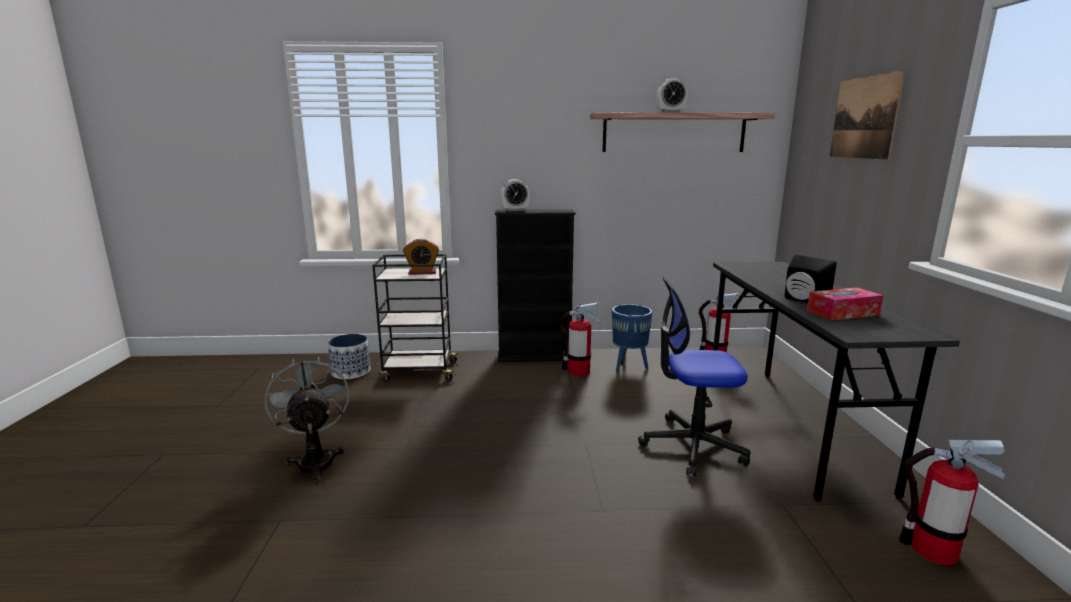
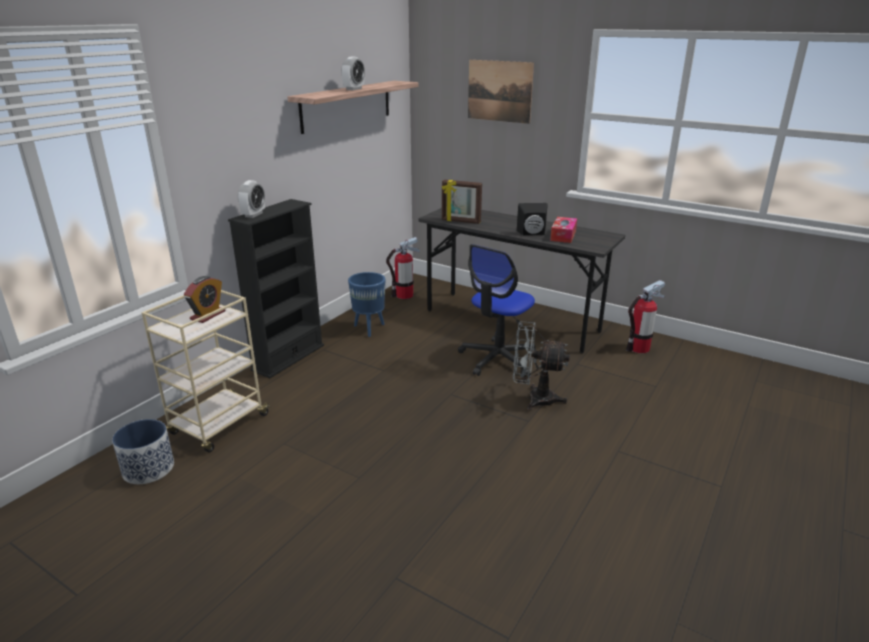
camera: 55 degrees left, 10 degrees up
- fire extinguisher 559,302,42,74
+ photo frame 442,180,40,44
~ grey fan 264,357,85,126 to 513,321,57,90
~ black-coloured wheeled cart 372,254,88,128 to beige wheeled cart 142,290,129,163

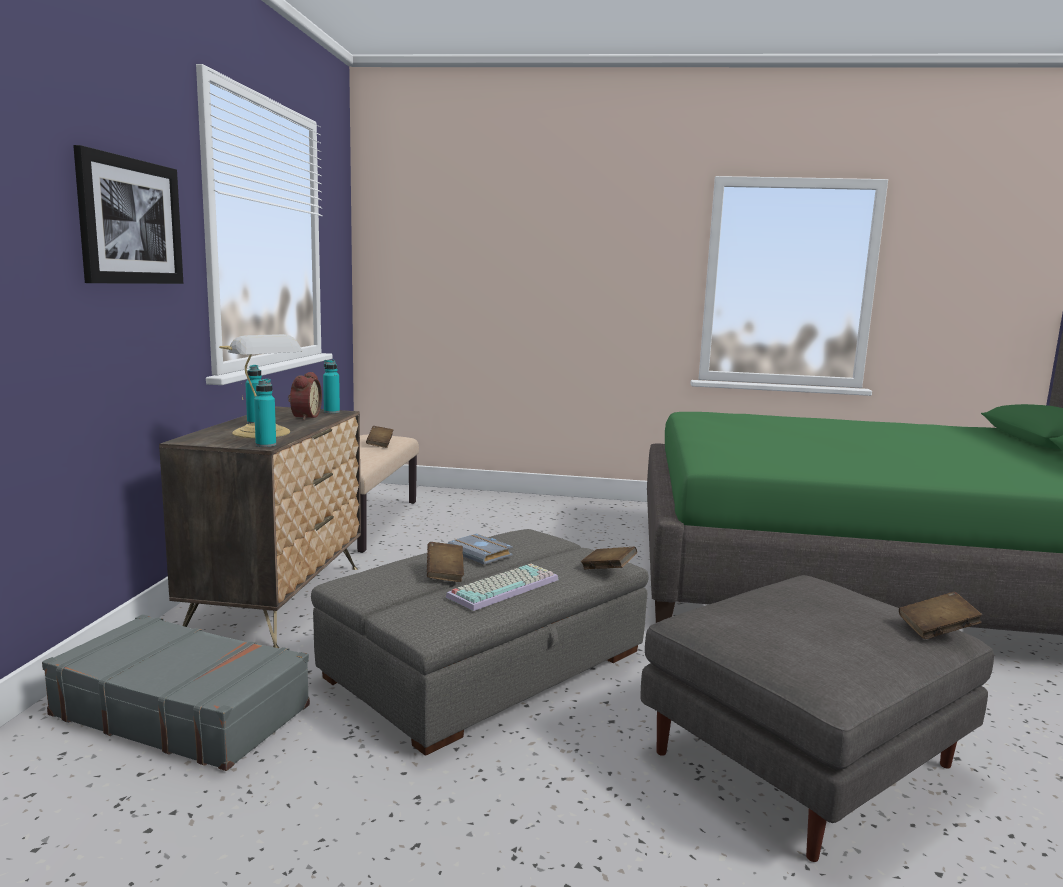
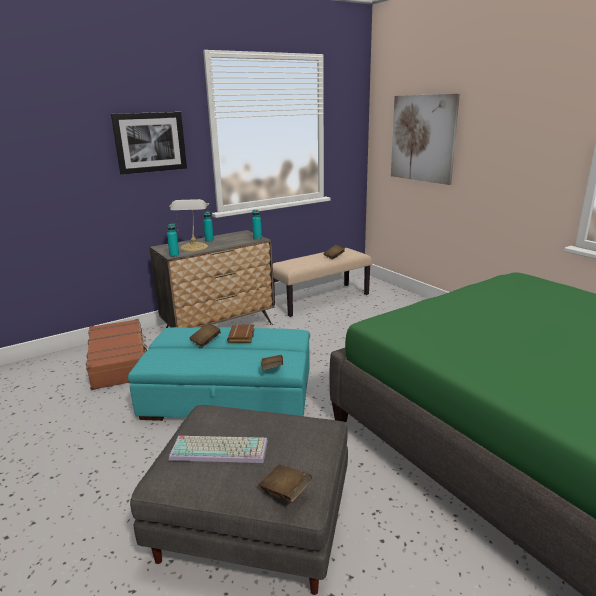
camera: 50 degrees right, 10 degrees up
- alarm clock 288,372,34,48
+ picture 391,94,69,91
~ computer keyboard 446,564,112,47 to 169,436,99,27
~ grey travel case 42,614,268,157 to brownish travel case 86,319,62,71
~ grey ottoman 311,529,338,227 to turquoise ottoman 128,327,182,94
~ grey volume 447,533,66,32 to brownish volume 227,325,28,18

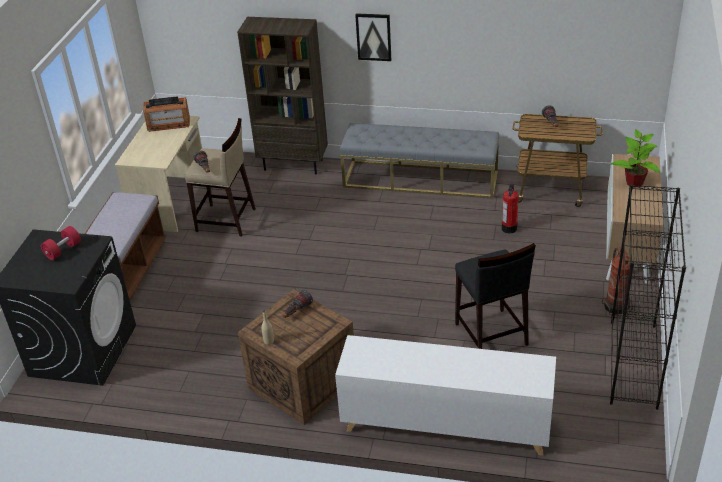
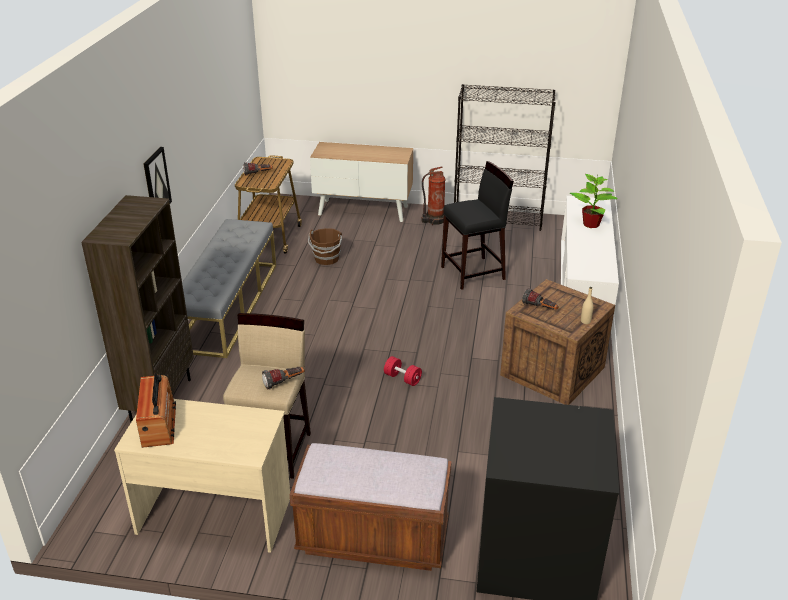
camera: 95 degrees left, 5 degrees down
~ reddish hand weight 41,226,40,34 to 384,356,38,30
~ potted plant 611,129,49,58 to 570,174,48,54
~ fire extinguisher 502,184,17,50 to brownish pail 308,228,34,37

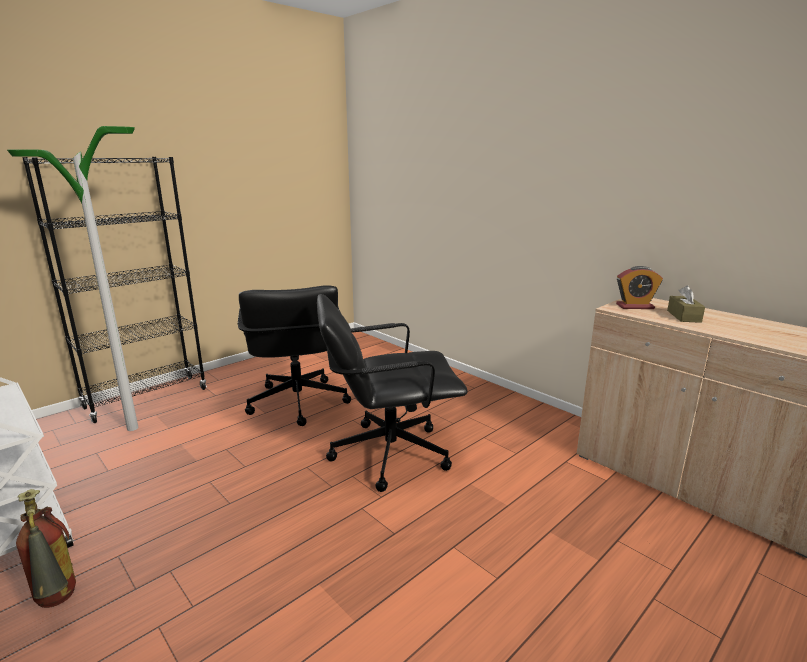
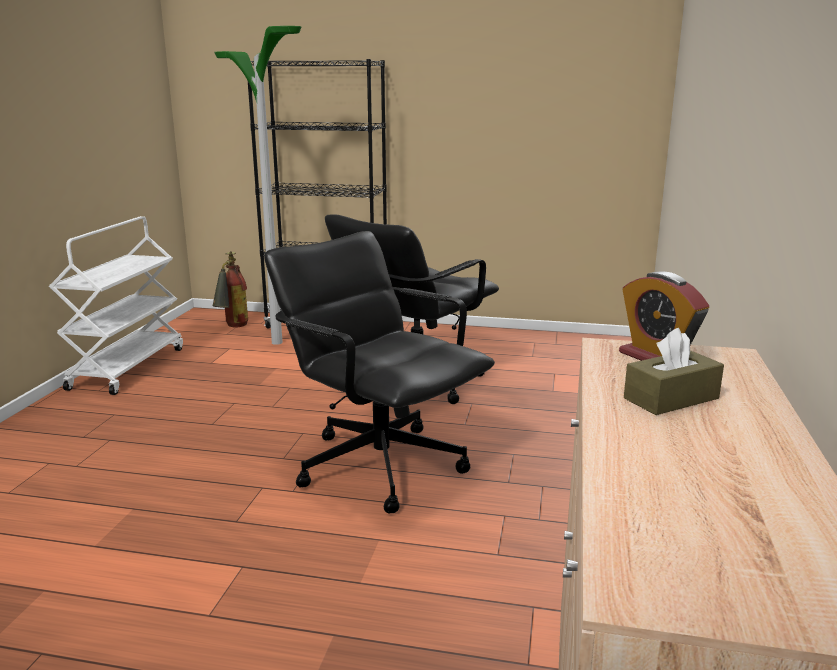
camera: 55 degrees right, 0 degrees up
~ fire extinguisher 16,489,60,119 to 212,251,36,76

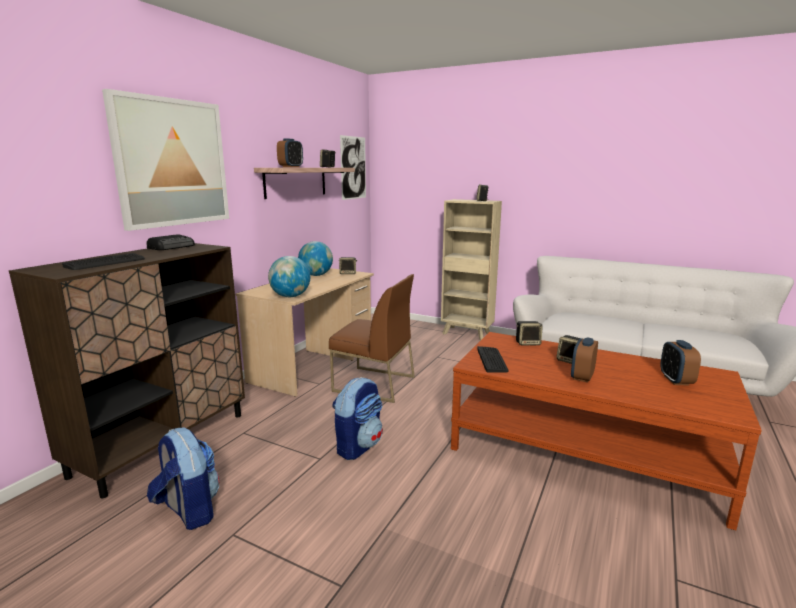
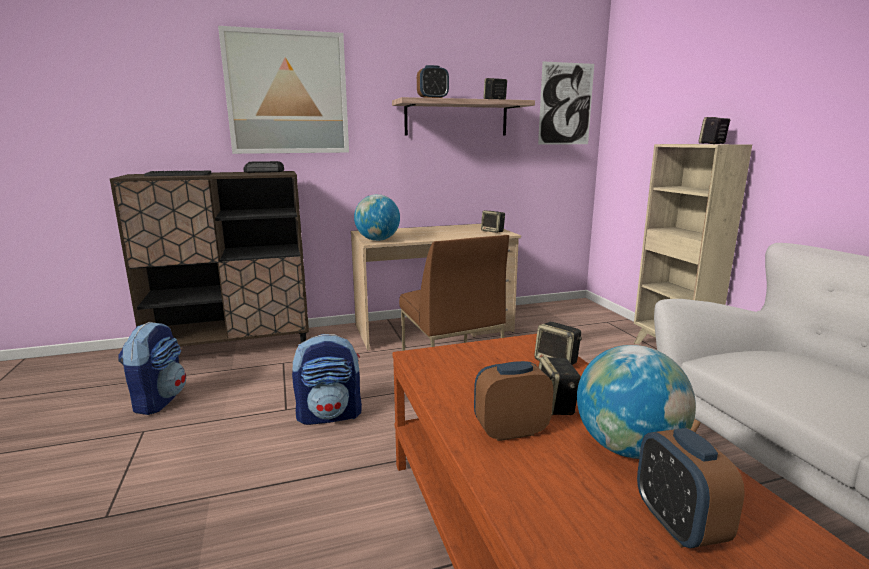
camera: 45 degrees right, 0 degrees up
- computer keyboard 477,346,32,27
~ world globe 298,241,35,35 to 577,345,119,114
~ alarm clock 660,340,41,45 = 637,428,108,120 60 degrees counterclockwise

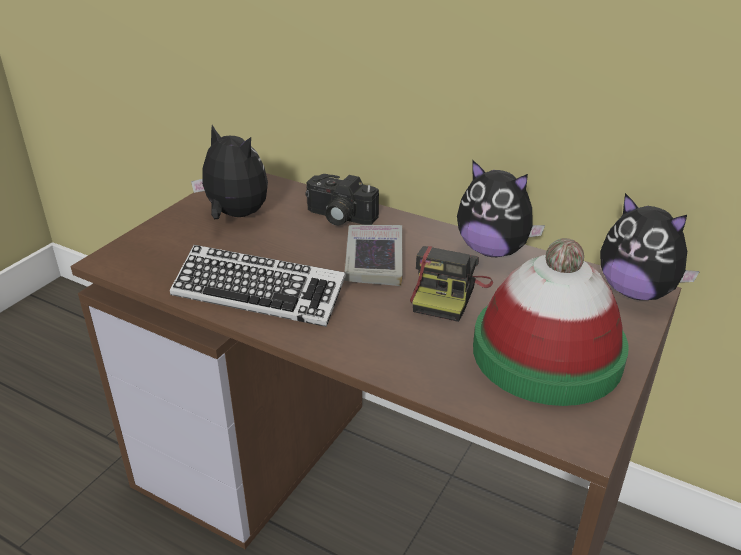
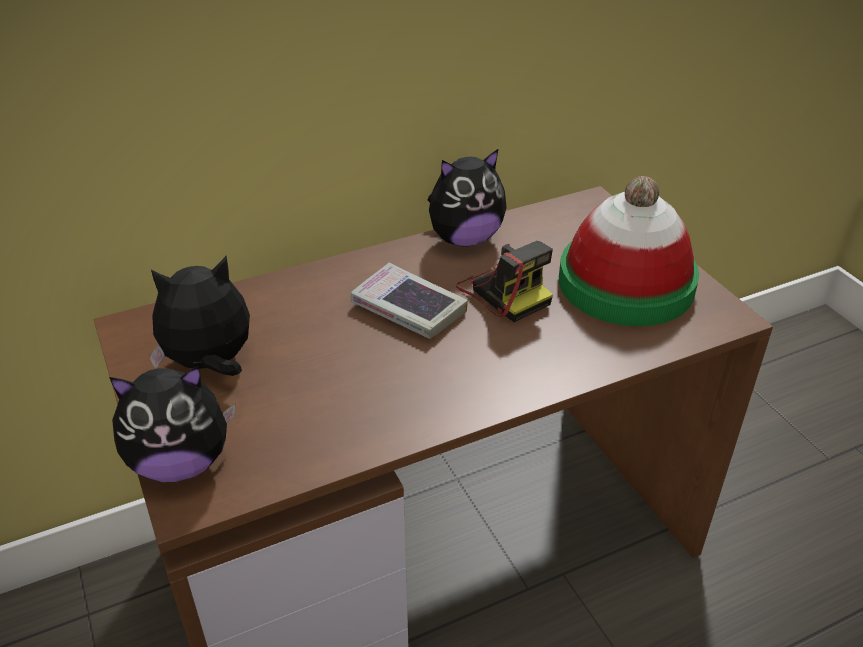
camera: 55 degrees left, 5 degrees up
- computer keyboard 170,245,176,82
- still camera 306,174,73,52
~ cuddly toy 600,193,100,107 to 109,366,126,116

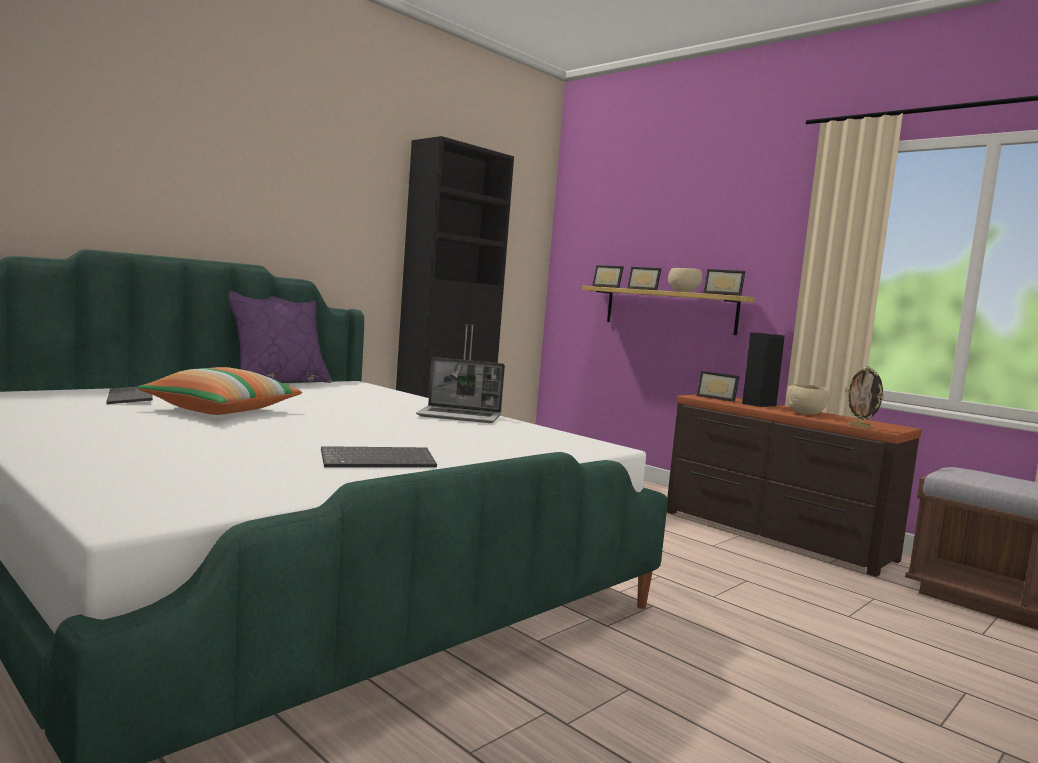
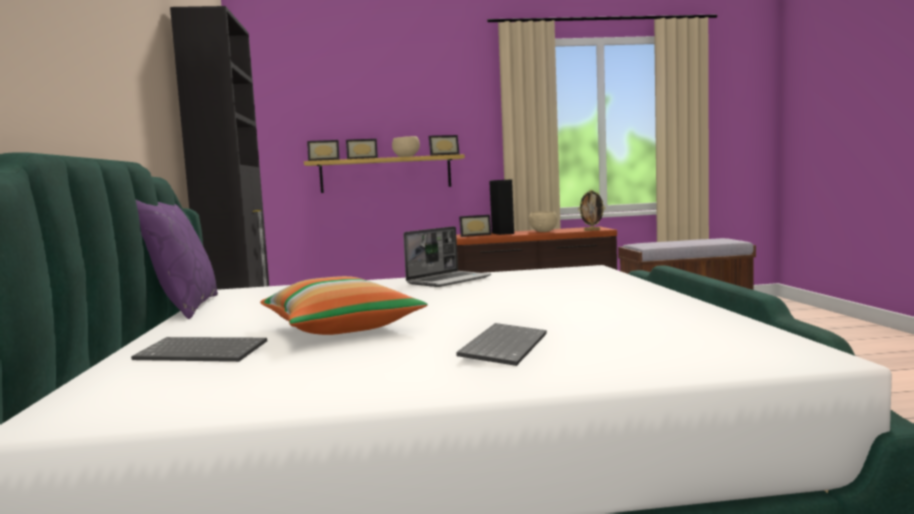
camera: 50 degrees left, 0 degrees up
~ computer keyboard 321,446,116,22 to 456,323,91,43

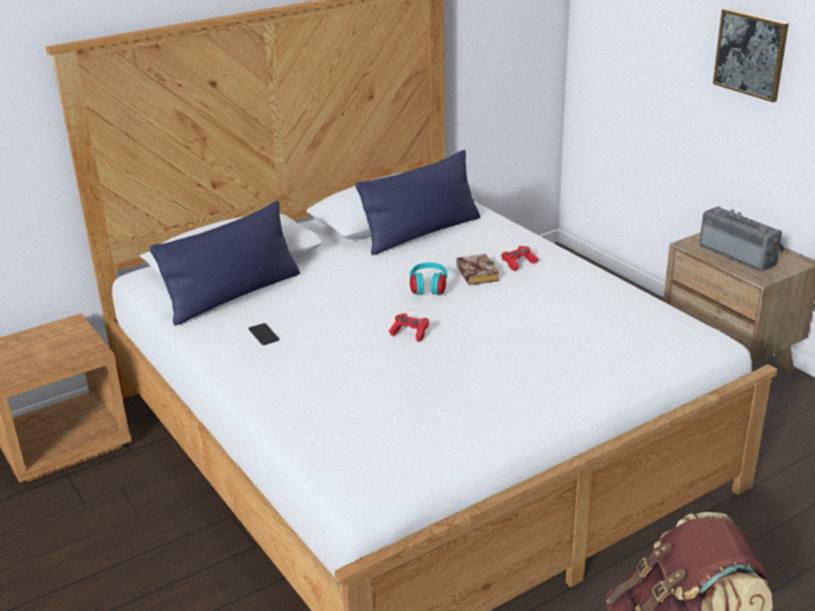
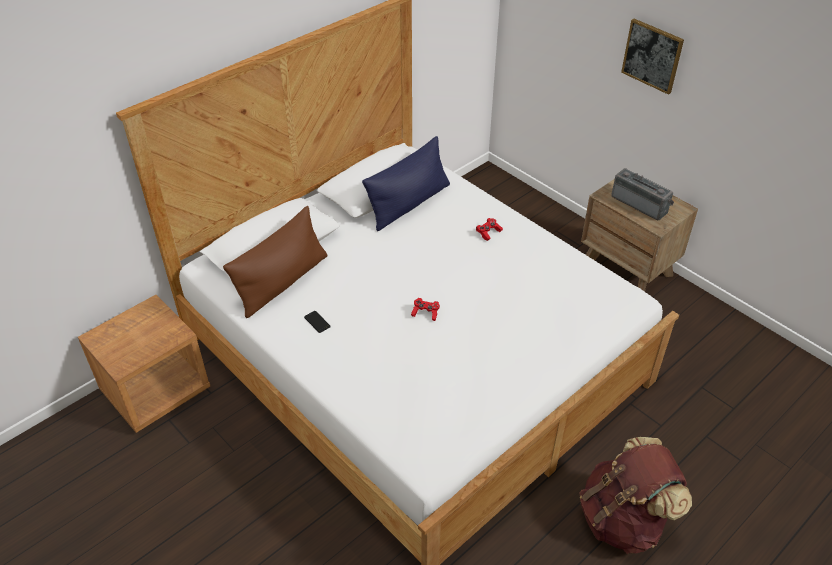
camera: 10 degrees left, 15 degrees up
- turquoise headset 410,262,37,33
- volume 456,254,43,31
~ bluish pillow 150,201,150,125 to brownish pillow 223,206,104,112

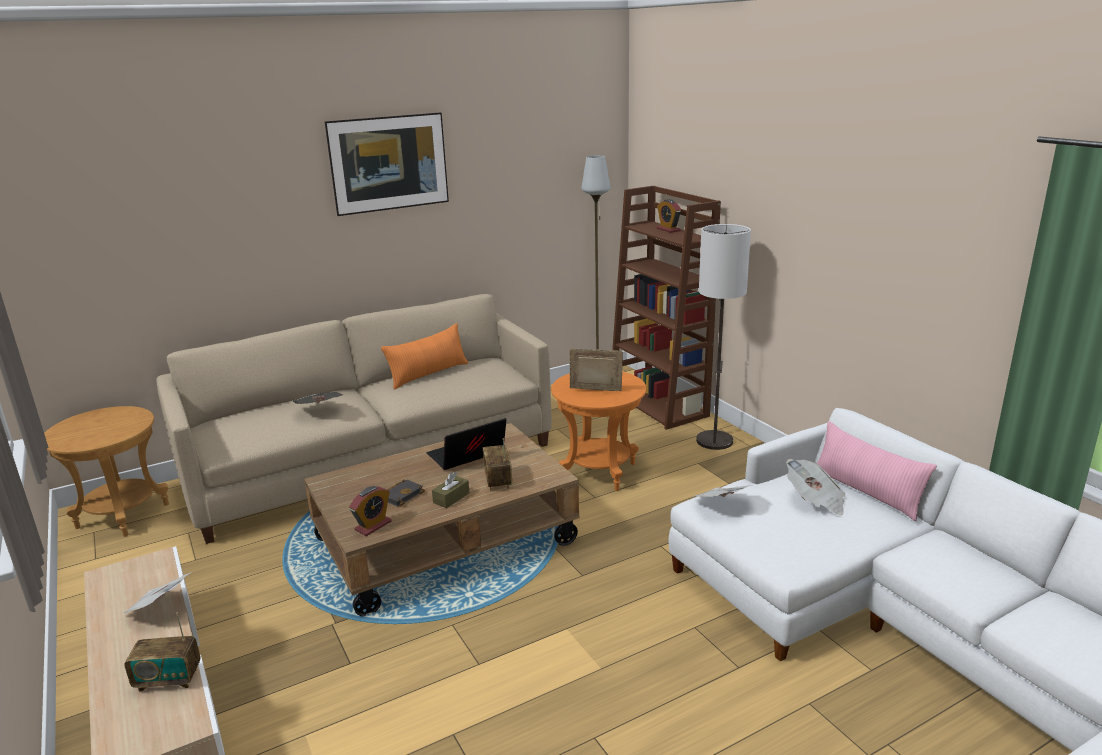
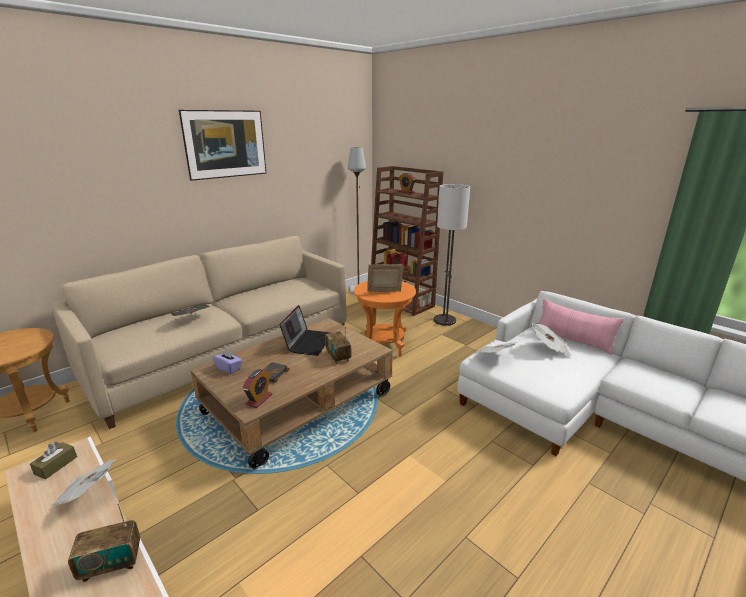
camera: 15 degrees left, 0 degrees up
- orange-coloured pillow 381,323,87,67
+ purplish box of tissues 213,348,29,26
~ brownish box of tissues 432,472,37,36 to 30,442,47,37
~ notebook computer 427,418,79,52 = 279,305,52,51 150 degrees clockwise

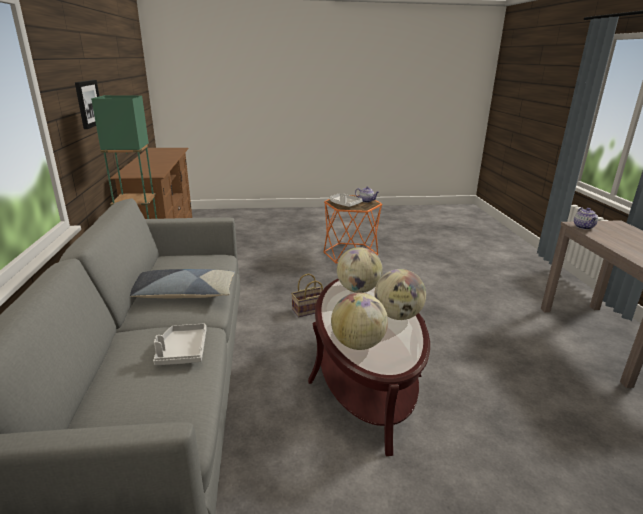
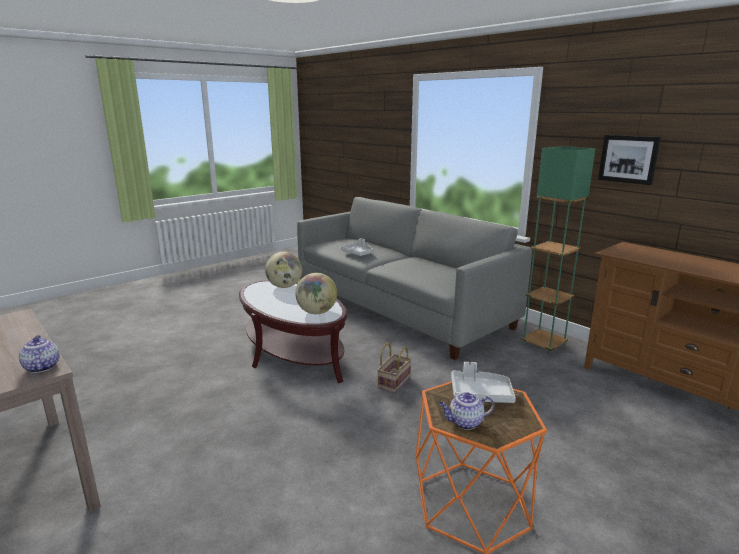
camera: 145 degrees right, 5 degrees down
- pillow 130,269,105,30
- world globe 374,269,52,51

